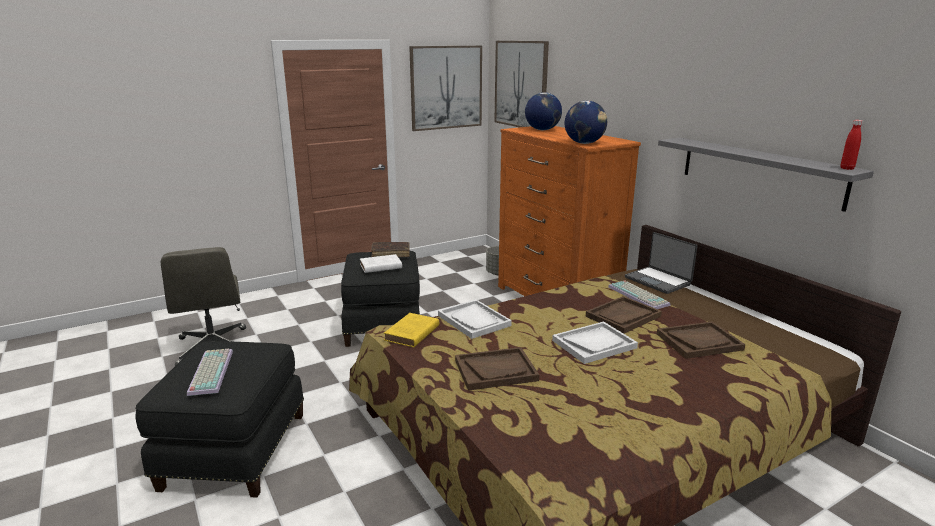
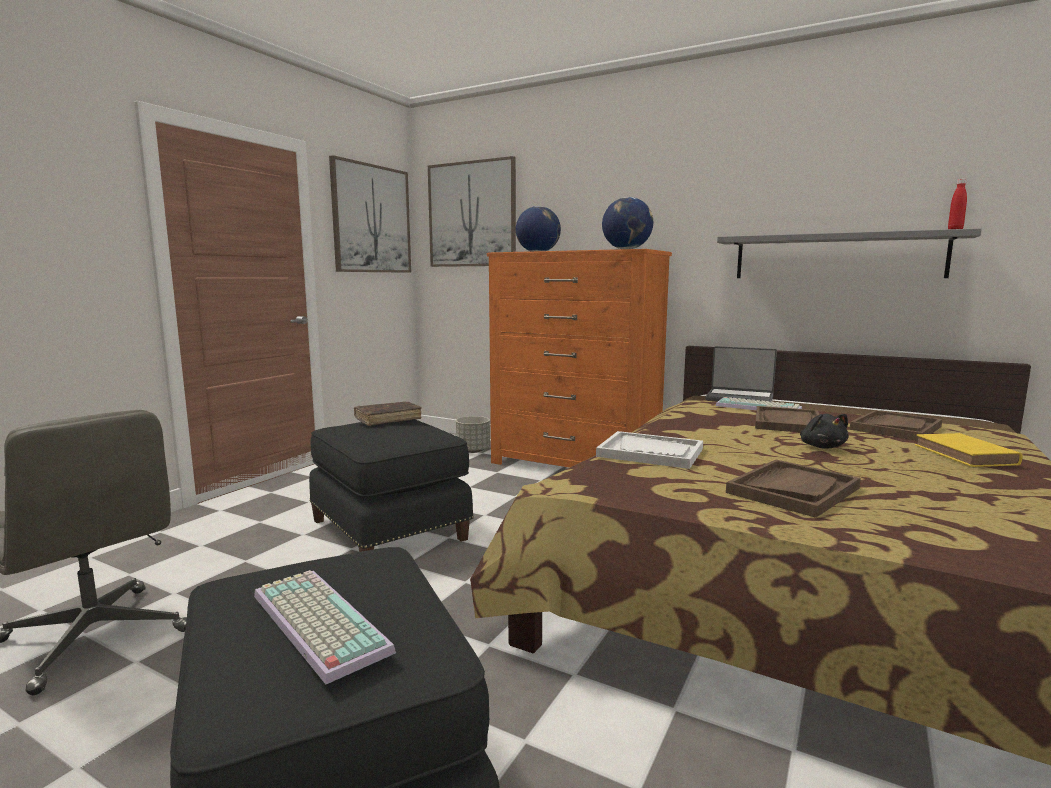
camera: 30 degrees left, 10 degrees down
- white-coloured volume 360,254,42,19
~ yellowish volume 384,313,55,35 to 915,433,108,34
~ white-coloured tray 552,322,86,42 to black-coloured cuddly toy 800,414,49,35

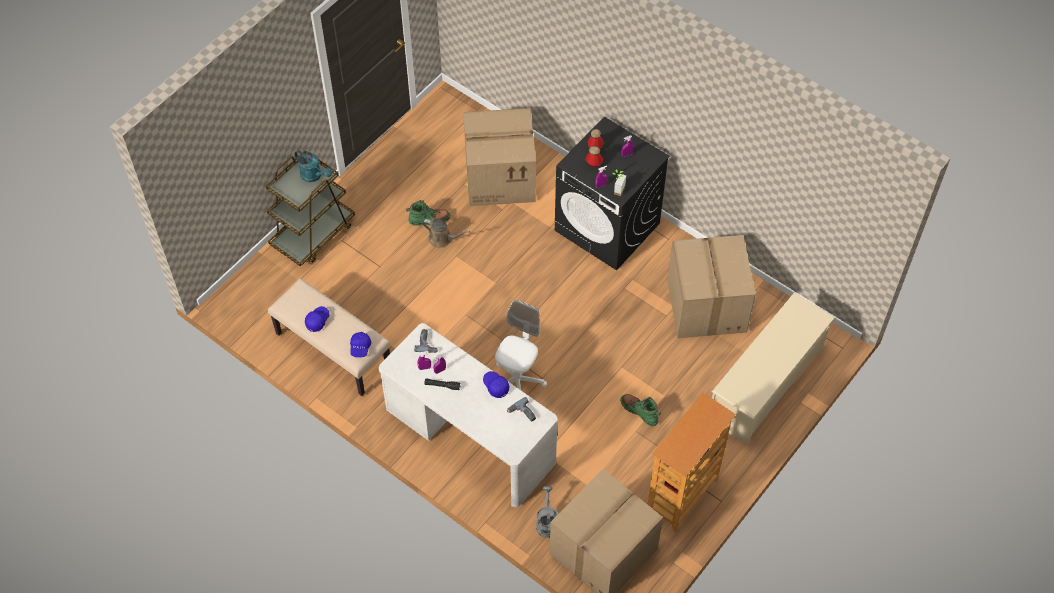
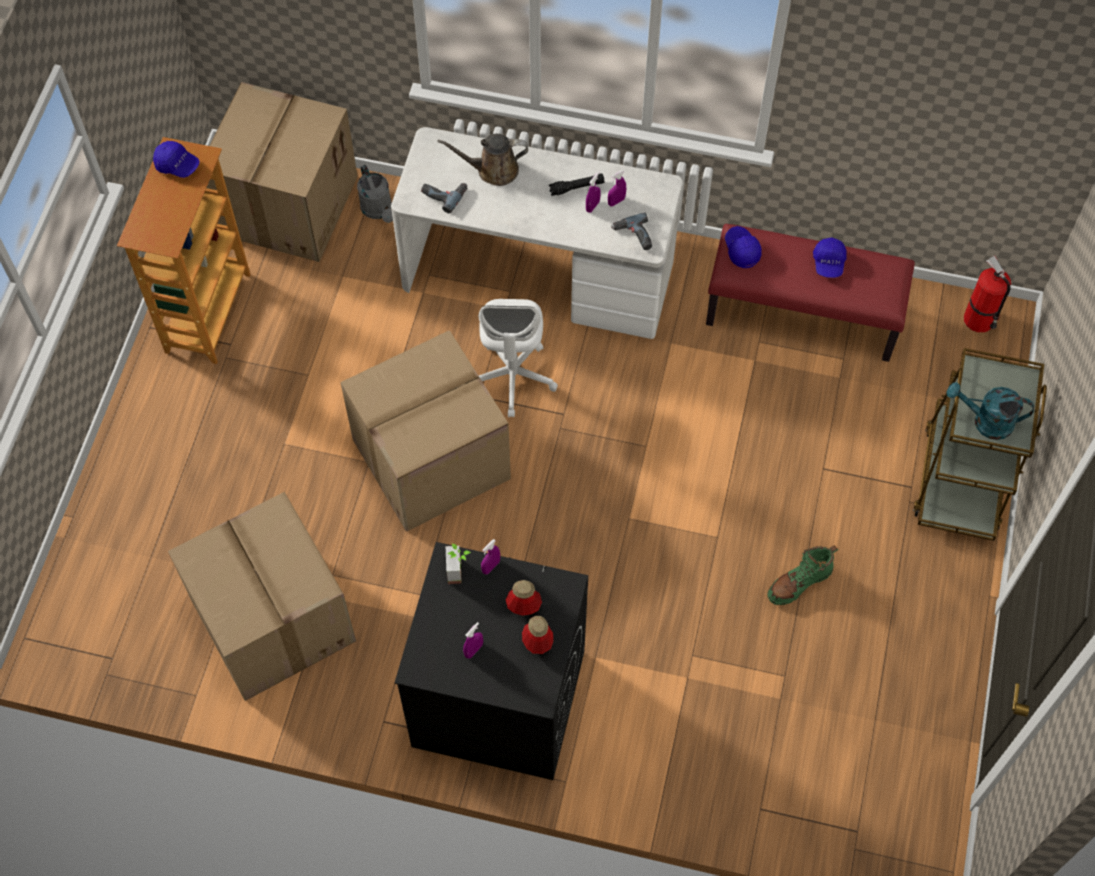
camera: 155 degrees right, 5 degrees up
- greenish high-top boot 620,394,41,32
- beige shoe shelf 712,292,123,154
+ fire extinguisher 964,256,47,76
~ brownish watering can 422,219,48,29 to 438,134,90,52
~ carton 463,108,73,98 to 340,330,171,202
~ bluish baseball cap 483,371,26,27 to 153,141,46,37
~ beige long seat 268,278,123,118 to reddish long seat 706,224,209,138

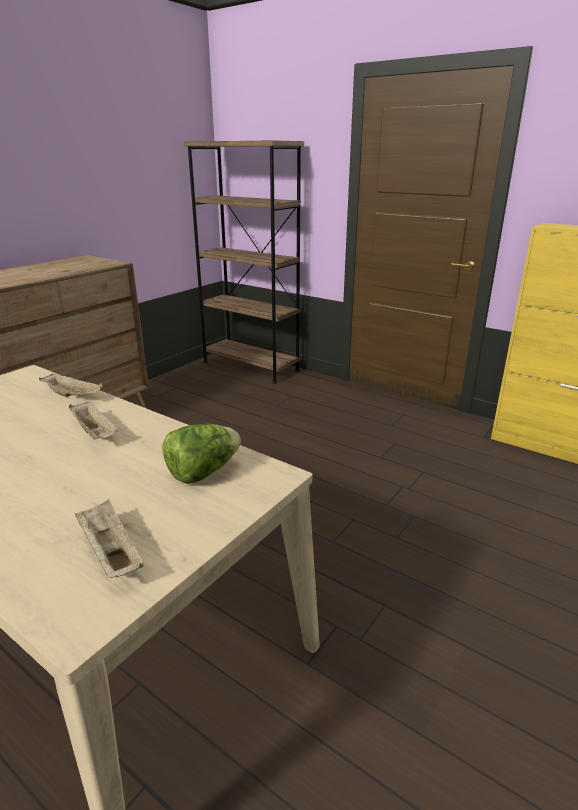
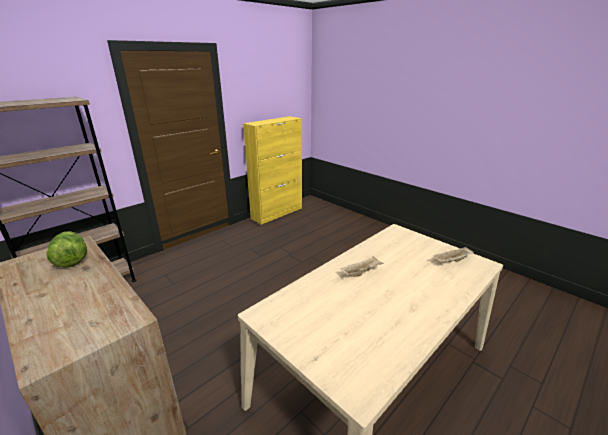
camera: 80 degrees left, 0 degrees up
- beige tray 39,373,64,24
~ lettuce head 162,424,79,60 to 46,231,41,37

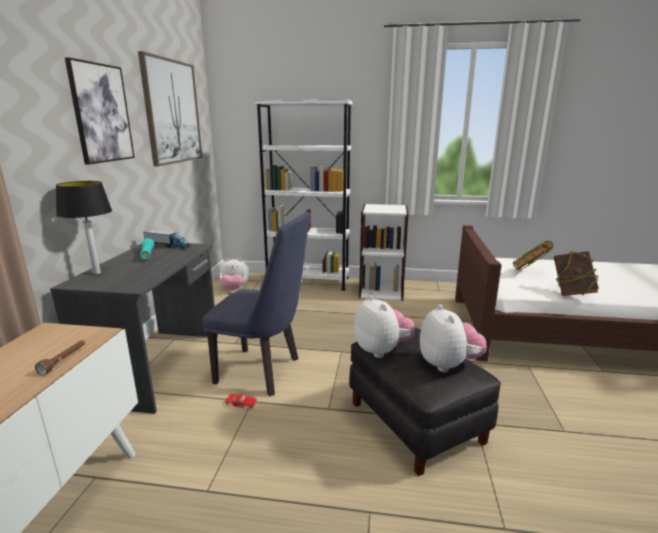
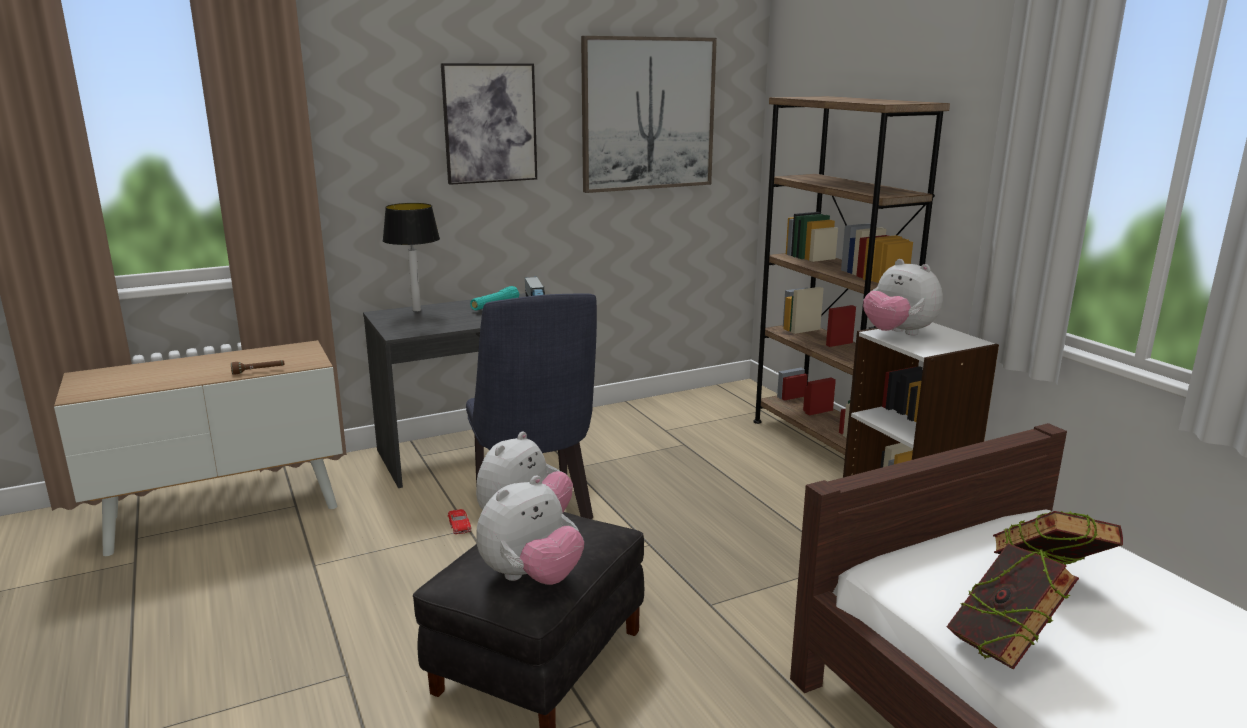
camera: 55 degrees right, 0 degrees up
~ cuddly toy 220,258,29,32 to 863,259,80,76
~ white-coloured bookcase 255,100,98,191 to brownish bookcase 753,96,197,359

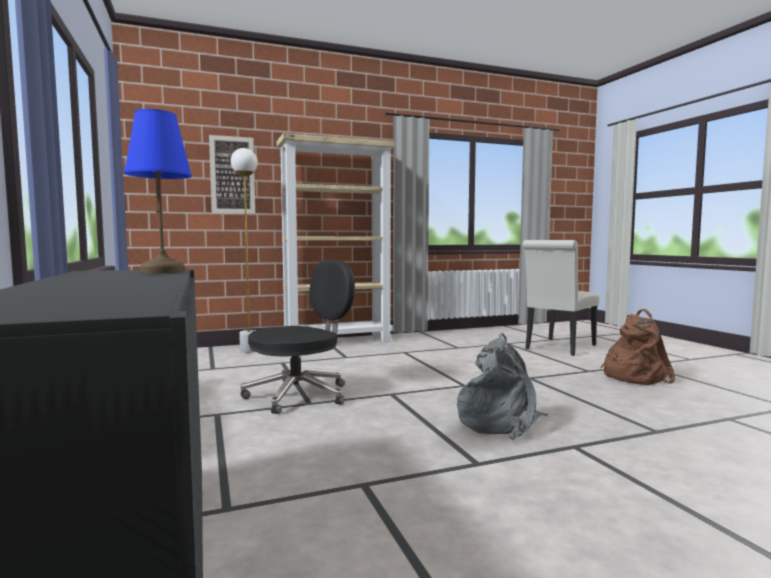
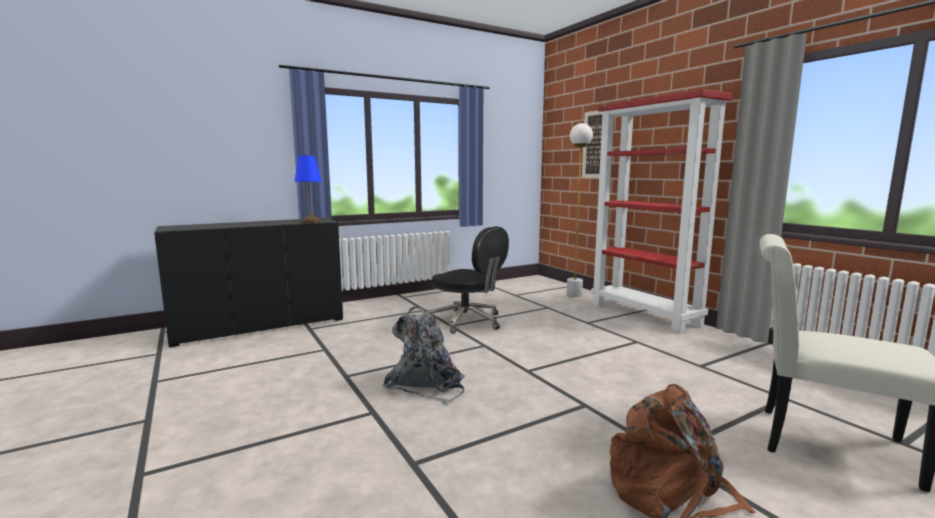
camera: 80 degrees right, 5 degrees up
~ beige bookcase 277,133,118,209 to reddish bookcase 591,89,142,244

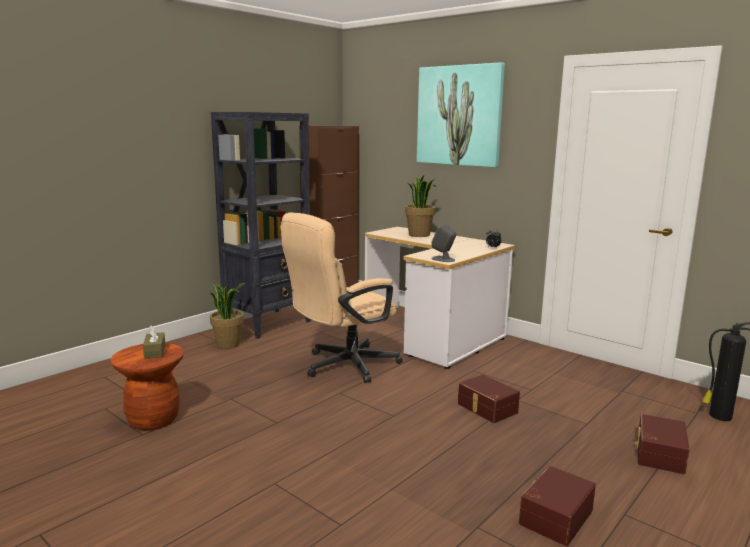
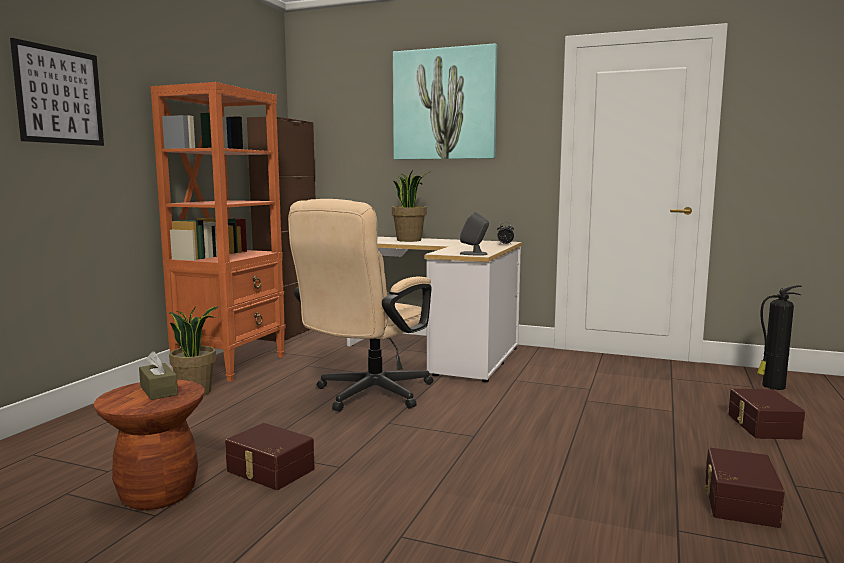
camera: 20 degrees left, 5 degrees down
+ picture 10,38,94,108
~ brownish storage box 458,375,62,48 to 225,423,89,67
~ black-coloured bookcase 211,112,99,227 to orange-coloured bookcase 150,82,135,300

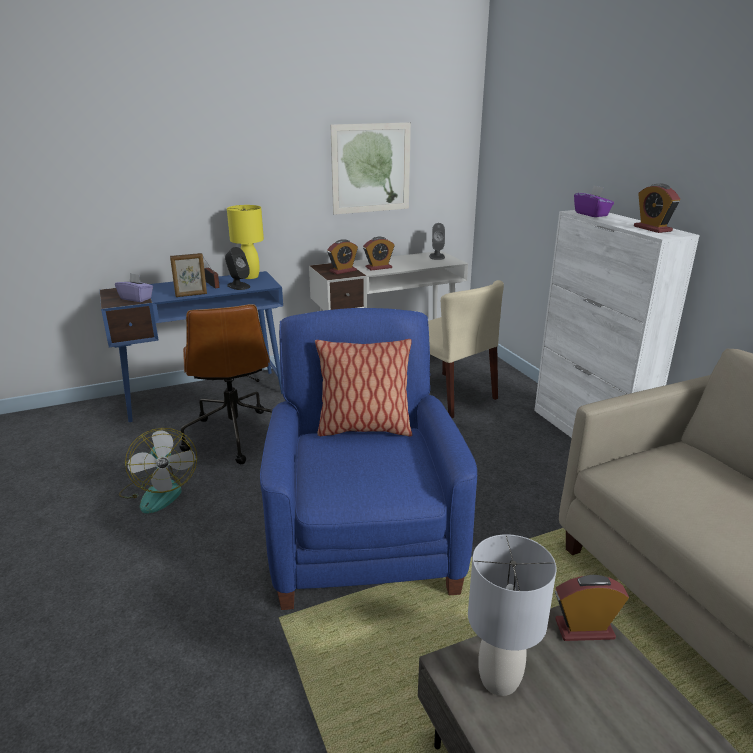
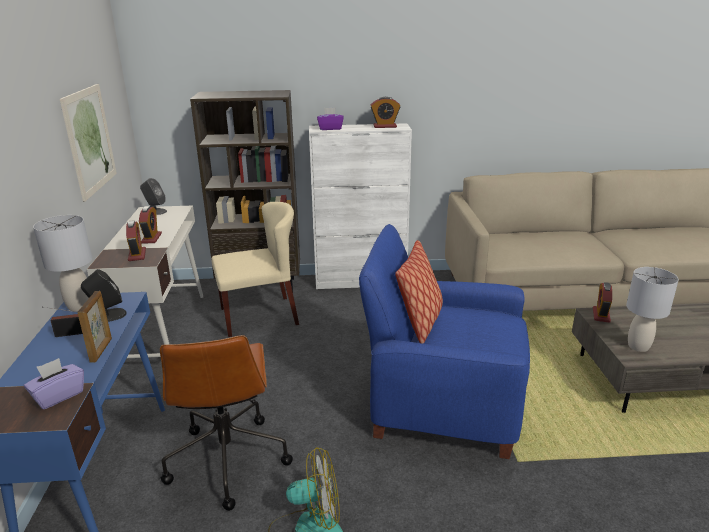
camera: 70 degrees left, 0 degrees up
+ brownish bookcase 190,90,110,201
~ yellowish table lamp 227,205,37,74 to grey table lamp 33,215,59,96
~ brownish office chair 180,304,92,160 = 160,335,133,176 75 degrees clockwise

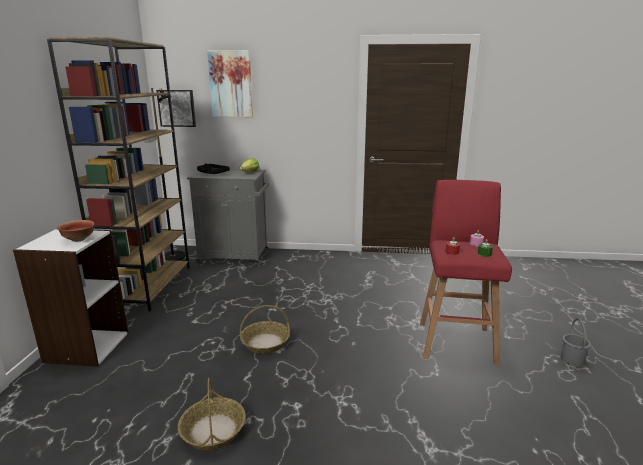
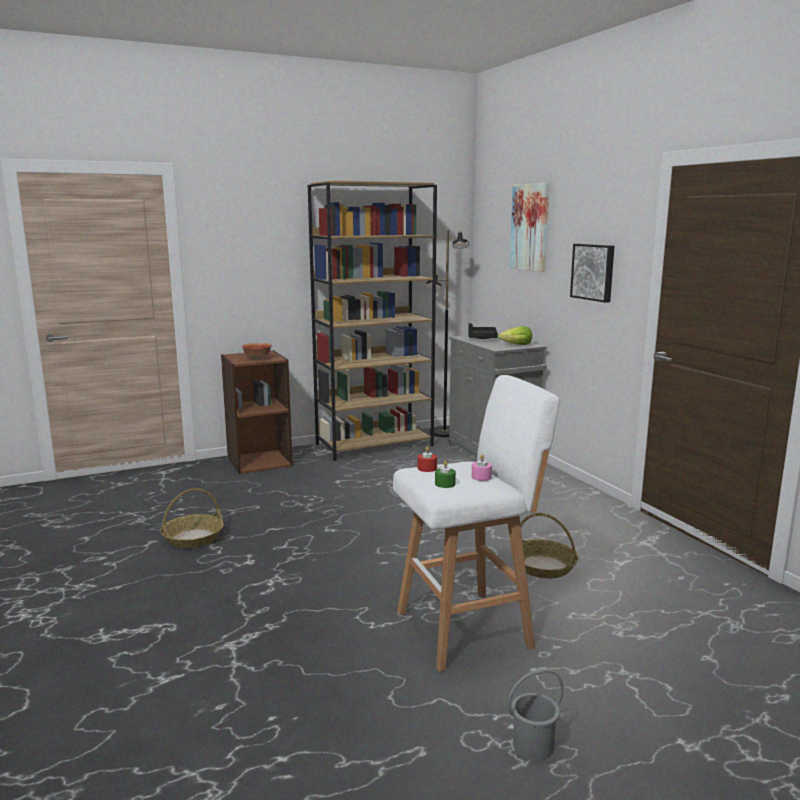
camera: 60 degrees right, 5 degrees down
~ picture 156,90,40,37 to 570,244,44,59
~ storage basket 240,305,50,49 to 511,513,68,65
~ white-coloured bookcase 13,229,116,138 to brownish bookcase 221,350,72,124
~ reddish stool seat 420,180,92,186 to white-coloured stool seat 393,375,167,297

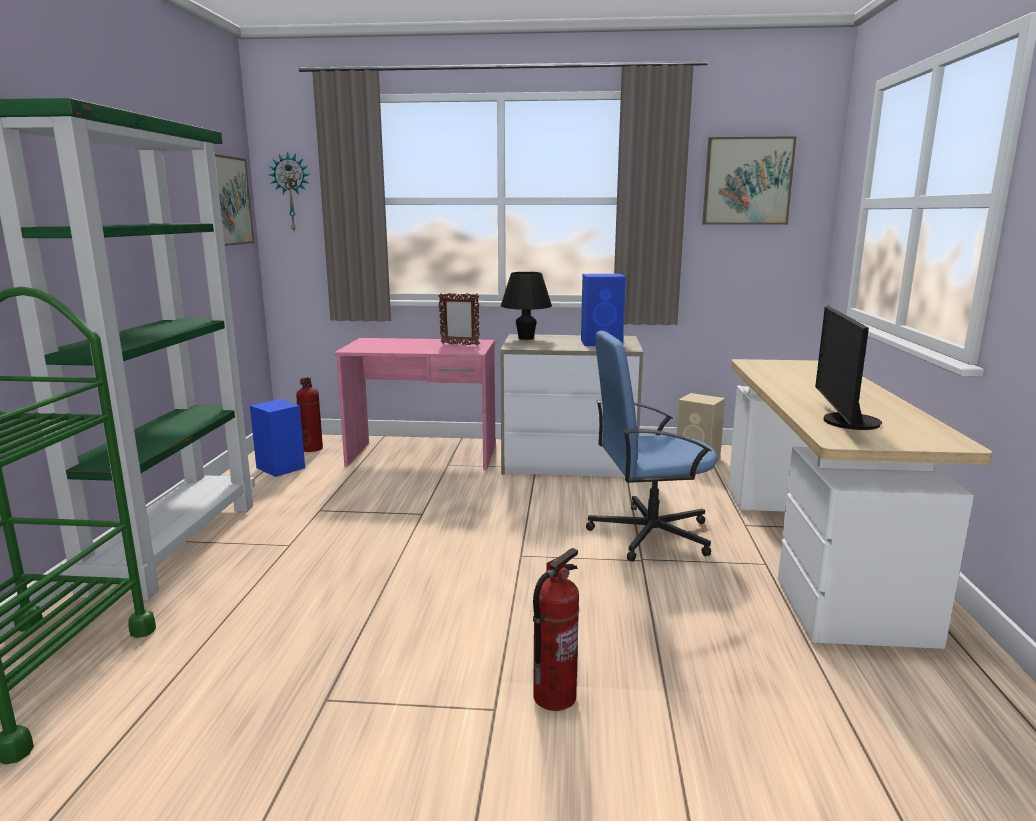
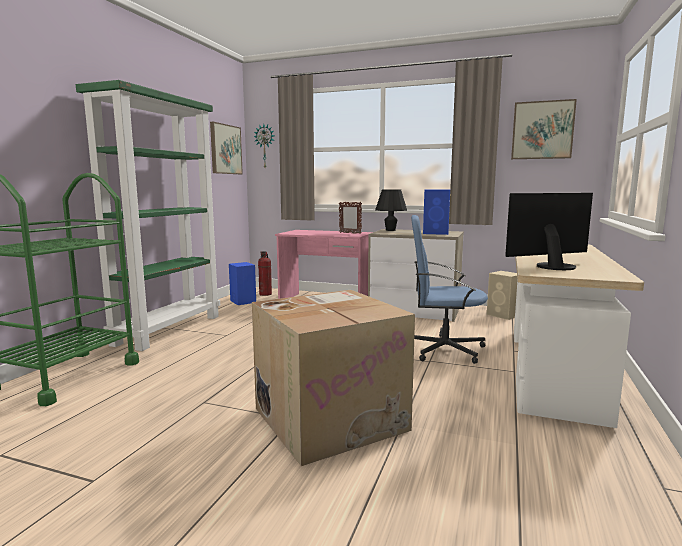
camera: 15 degrees right, 5 degrees down
~ fire extinguisher 533,548,46,163 to carton 252,290,163,176
~ computer screen 815,306,67,124 = 505,193,88,77 45 degrees clockwise

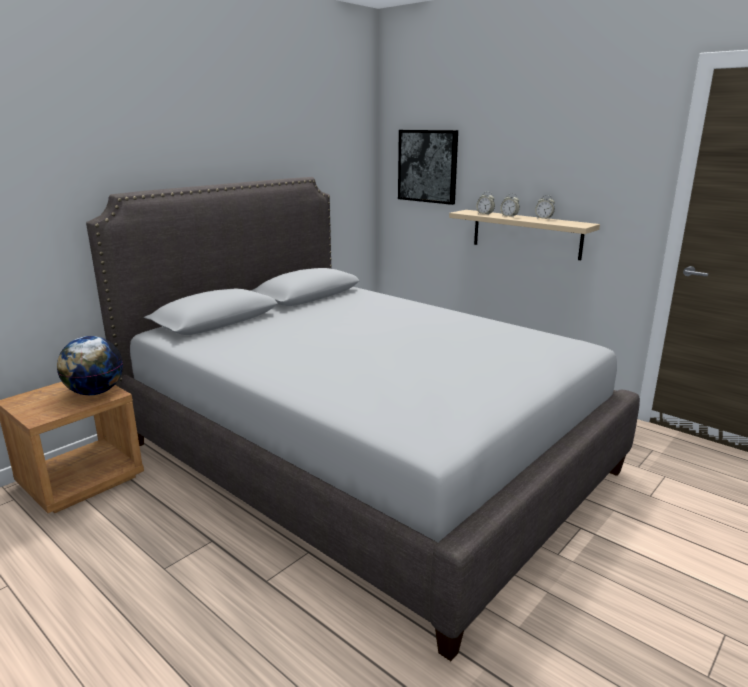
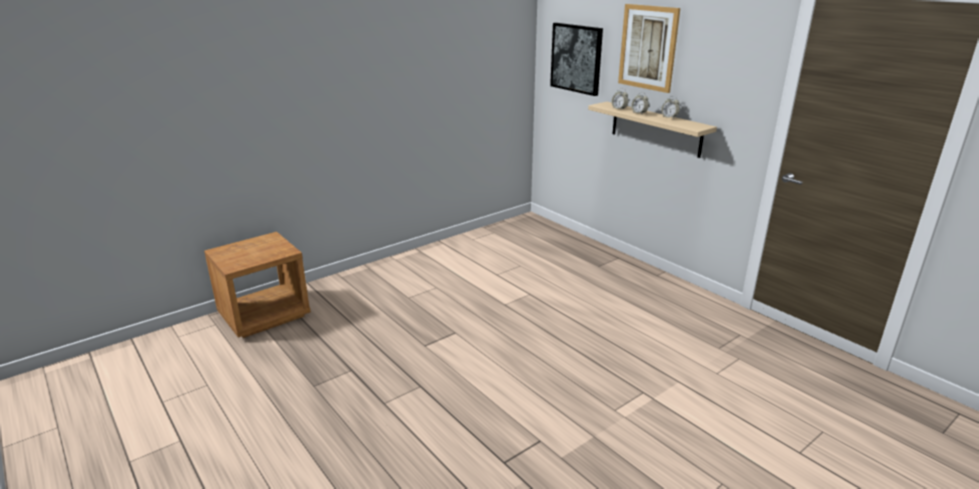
camera: 10 degrees right, 5 degrees up
- world globe 57,336,66,59
- grey bedroom bed 86,177,554,484
+ picture 618,4,62,89

